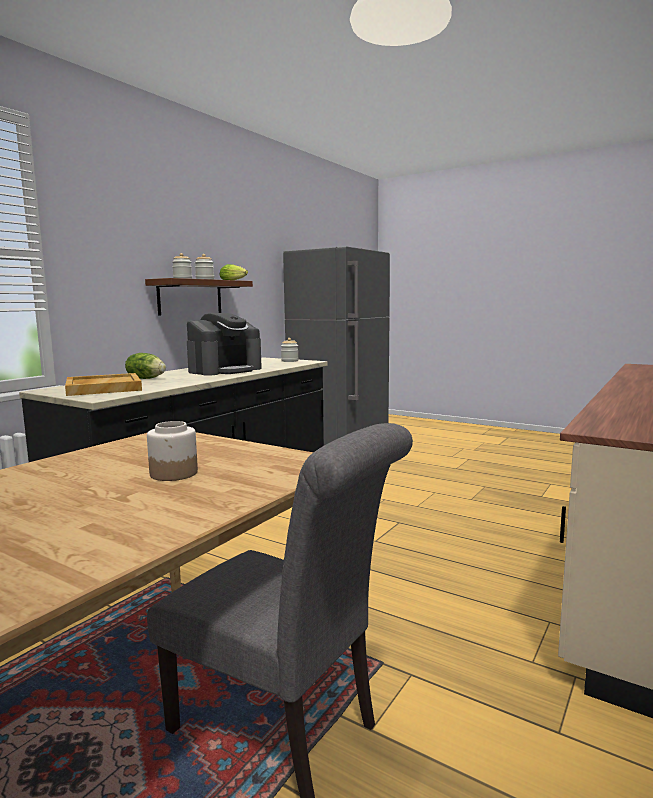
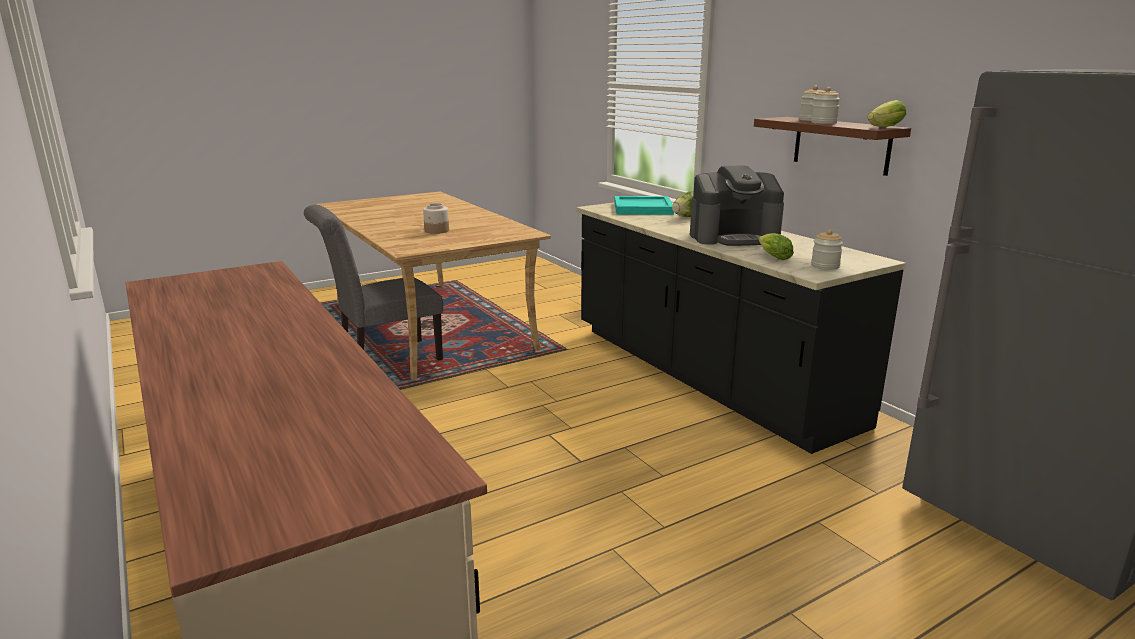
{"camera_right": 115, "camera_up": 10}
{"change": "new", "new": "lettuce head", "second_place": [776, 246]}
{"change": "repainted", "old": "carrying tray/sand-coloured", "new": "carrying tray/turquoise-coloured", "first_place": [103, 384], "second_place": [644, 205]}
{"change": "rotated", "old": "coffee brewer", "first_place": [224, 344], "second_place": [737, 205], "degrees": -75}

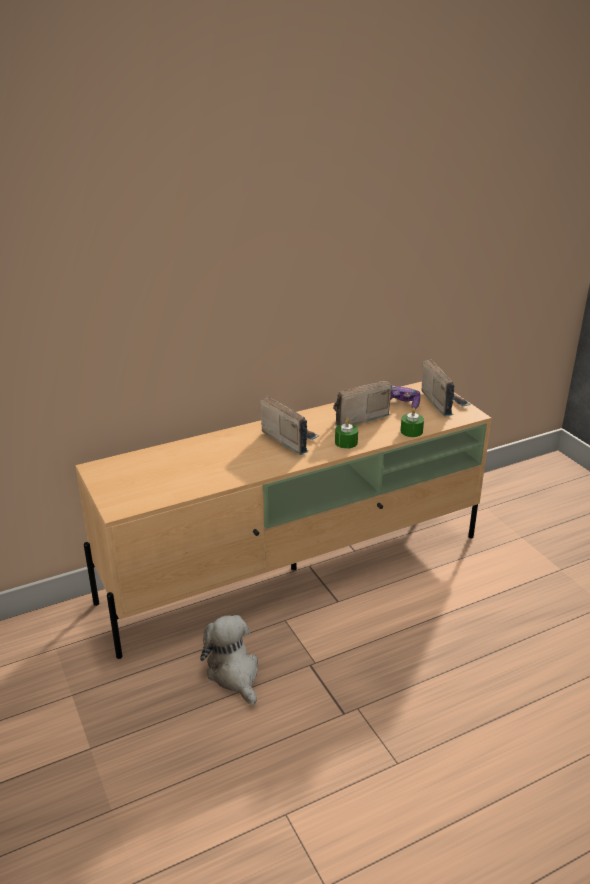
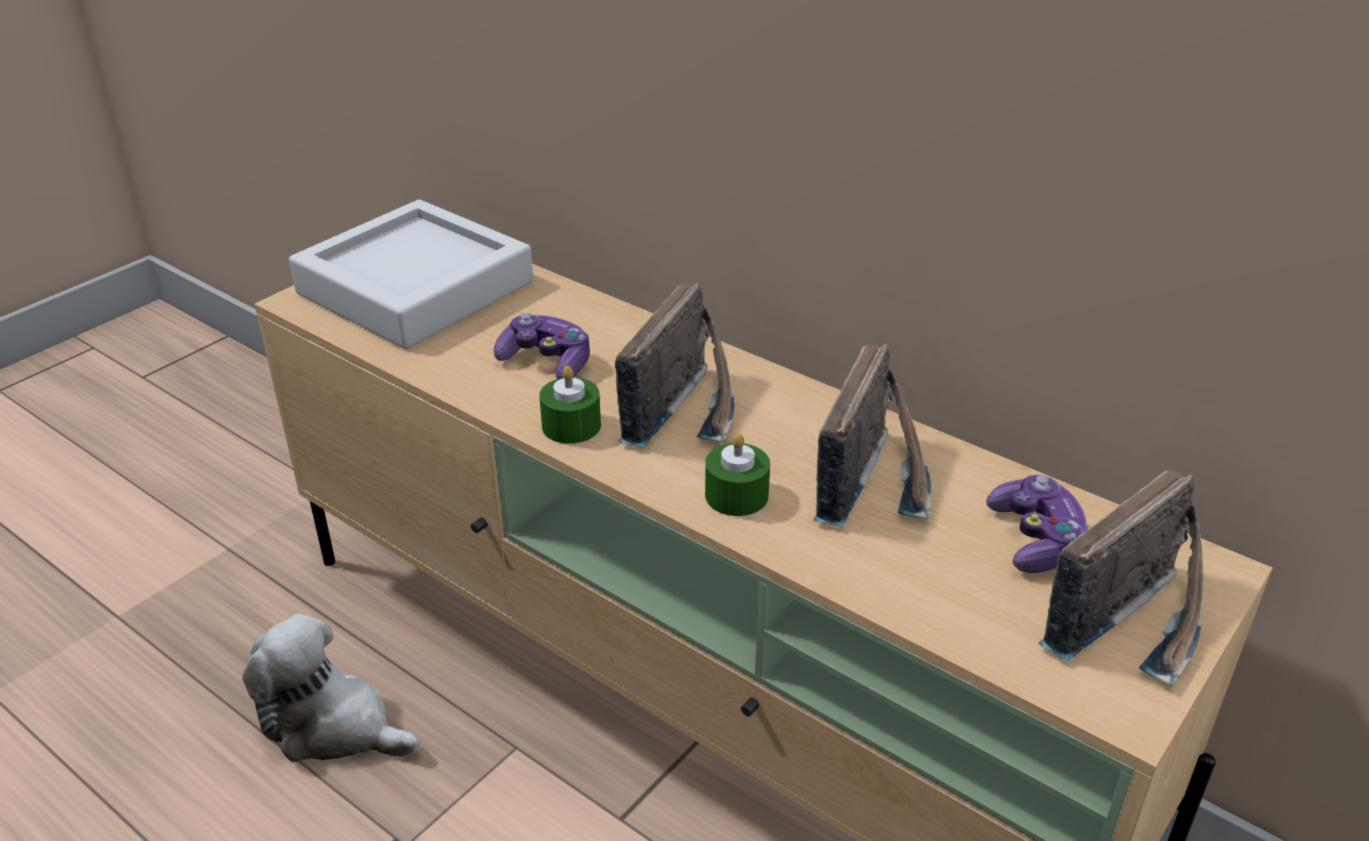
{"camera_right": 65, "camera_up": 5}
{"change": "new", "new": "carrying tray/greyish", "second_place": [411, 274]}
{"change": "new", "new": "gamepad", "second_place": [542, 346]}
{"change": "shifted", "old": "wax light/greenish", "first_place": [412, 422], "second_place": [570, 405]}
{"change": "rotated", "old": "cuddly toy", "first_place": [229, 660], "second_place": [331, 688], "degrees": -105}
{"change": "rotated", "old": "radio", "first_place": [362, 403], "second_place": [872, 435], "degrees": 75}

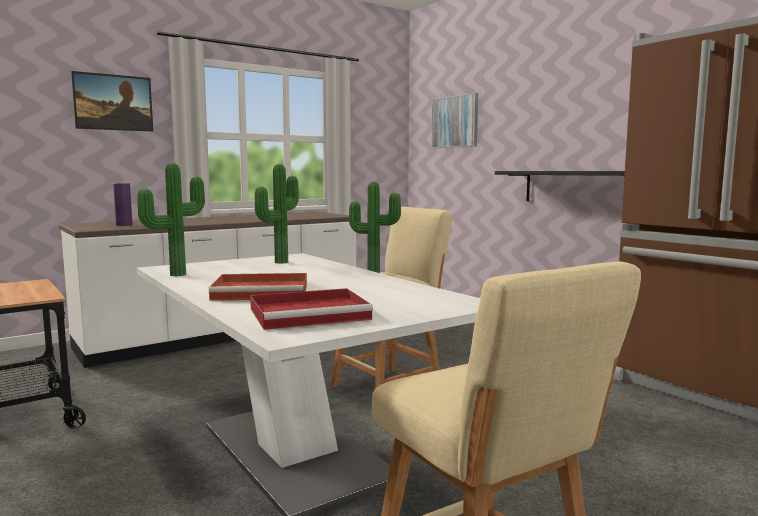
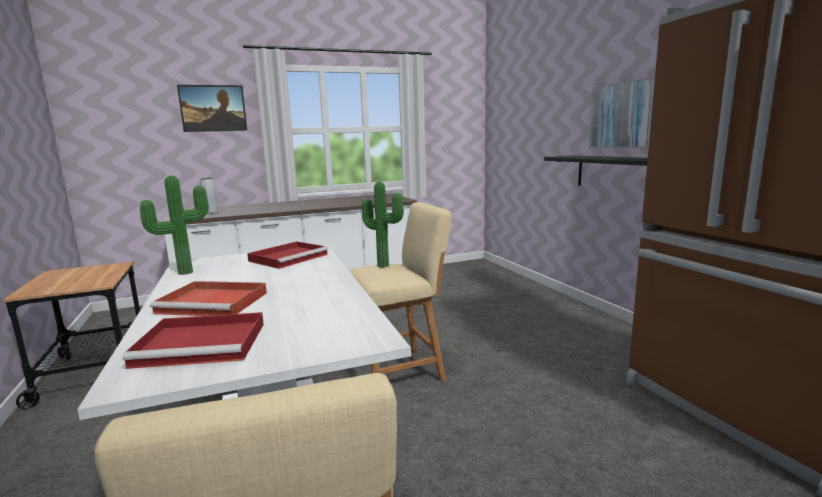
{"camera_right": 15, "camera_up": 5}
{"change": "shifted", "old": "wall art", "first_place": [455, 120], "second_place": [622, 112]}
{"change": "swapped", "old": "houseplant", "new": "carrying tray/red", "first_place": [277, 214], "second_place": [287, 255]}
{"change": "repainted", "old": "vase/purplish", "new": "vase/greyish", "first_place": [122, 204], "second_place": [209, 195]}

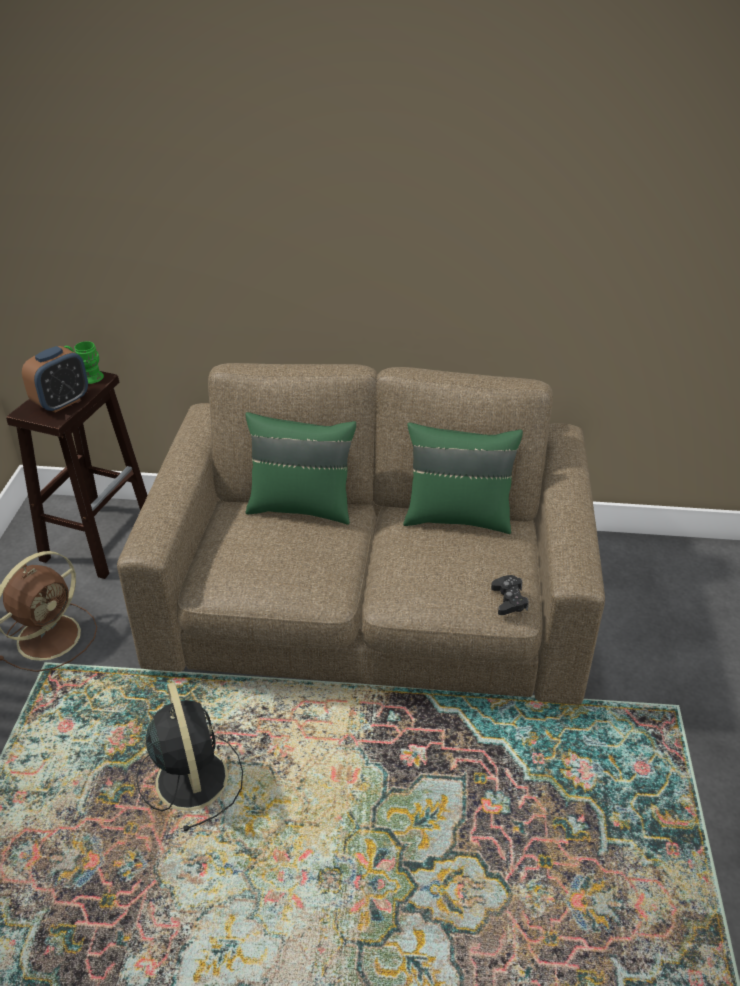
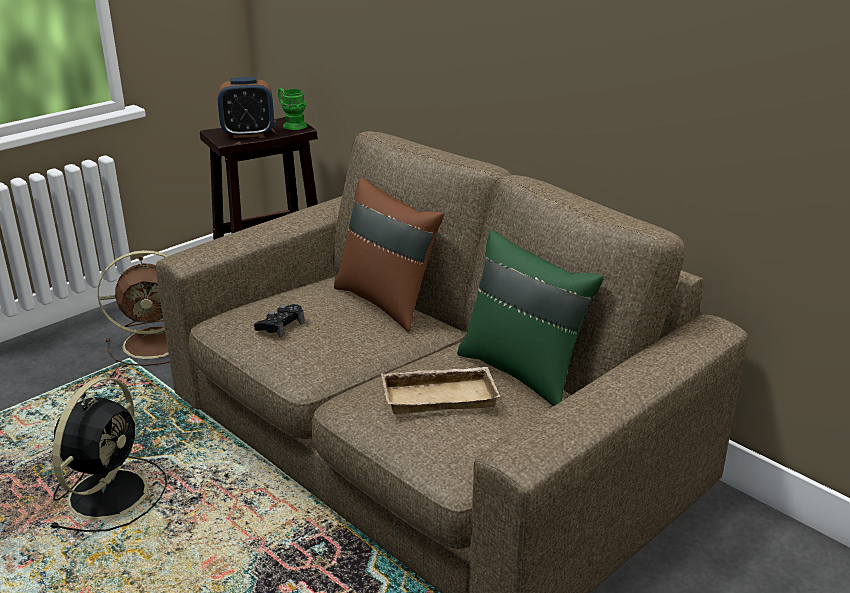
{"camera_right": 40, "camera_up": -10}
{"change": "new", "new": "carrying tray/sand-coloured", "second_place": [440, 390]}
{"change": "shifted", "old": "gamepad/black-coloured", "first_place": [510, 595], "second_place": [279, 321]}
{"change": "repainted", "old": "cushion/greenish", "new": "cushion/brown-coloured", "first_place": [300, 468], "second_place": [389, 254]}

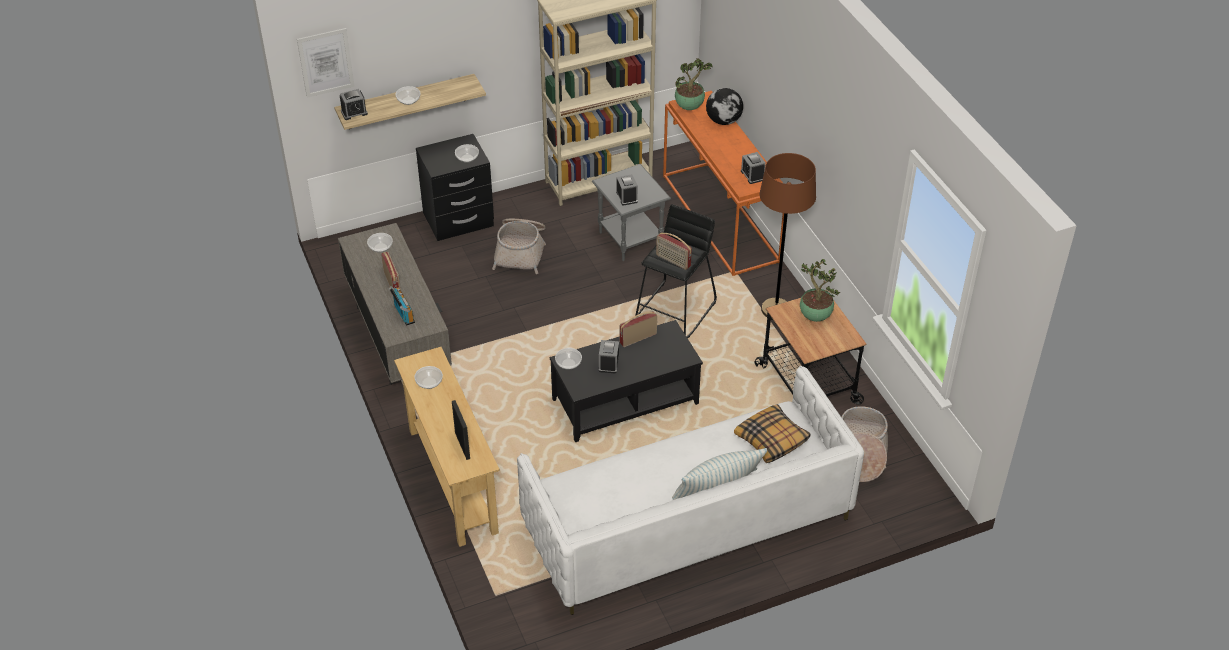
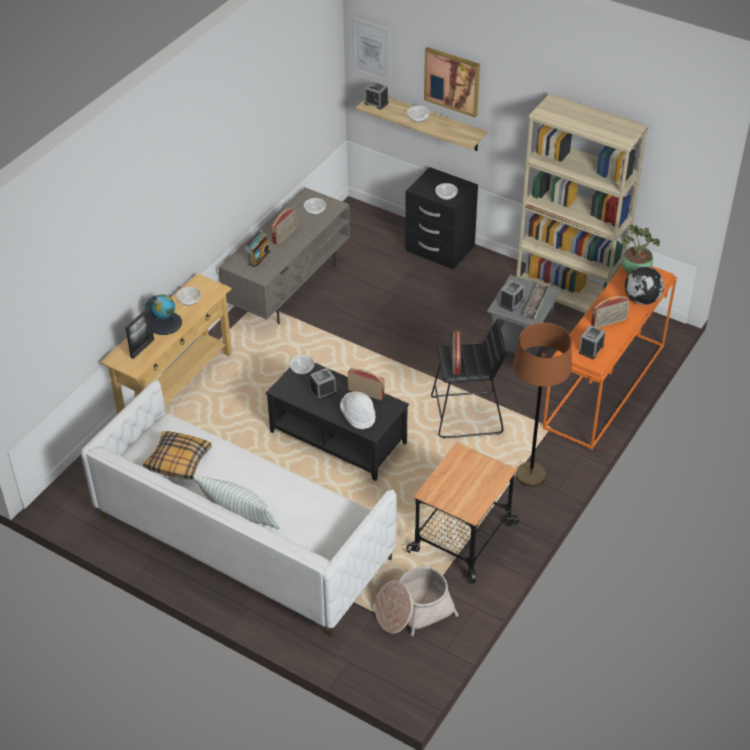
{"camera_right": 55, "camera_up": 0}
{"change": "gone", "old": "household basket", "first_place": [519, 246]}
{"change": "gone", "old": "houseplant", "first_place": [820, 290]}
{"change": "new", "new": "world globe", "second_place": [163, 314]}
{"change": "new", "new": "clothing hat/white", "second_place": [357, 410]}
{"change": "new", "new": "wall art", "second_place": [452, 82]}
{"change": "new", "new": "carrying tray", "second_place": [536, 300]}
{"change": "new", "new": "radio", "second_place": [610, 312]}
{"change": "shifted", "old": "cushion", "first_place": [772, 433], "second_place": [177, 455]}

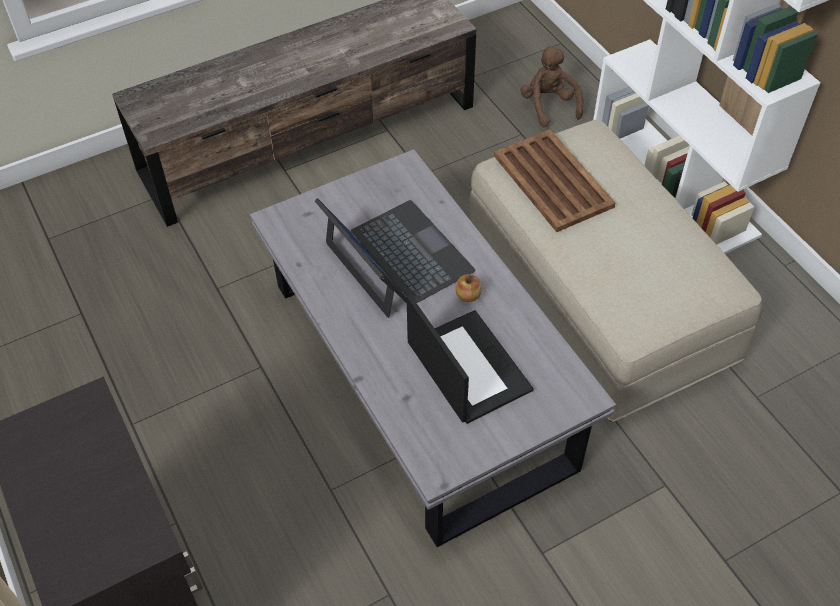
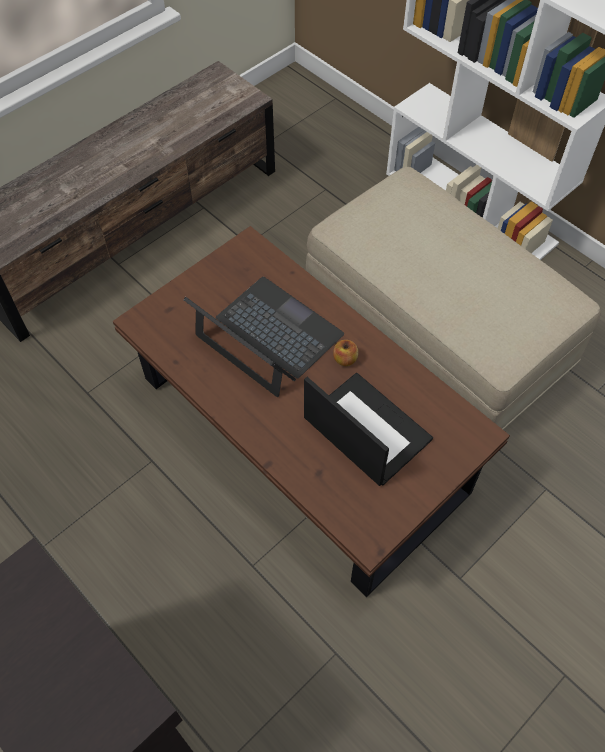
{"camera_right": -15, "camera_up": 5}
{"change": "gone", "old": "carrying tray/brown-coloured", "first_place": [554, 181]}
{"change": "gone", "old": "cuddly toy/brown-coloured", "first_place": [551, 86]}
{"change": "repainted", "old": "lounge table/greyish", "new": "lounge table/brown-coloured", "first_place": [433, 348], "second_place": [311, 411]}

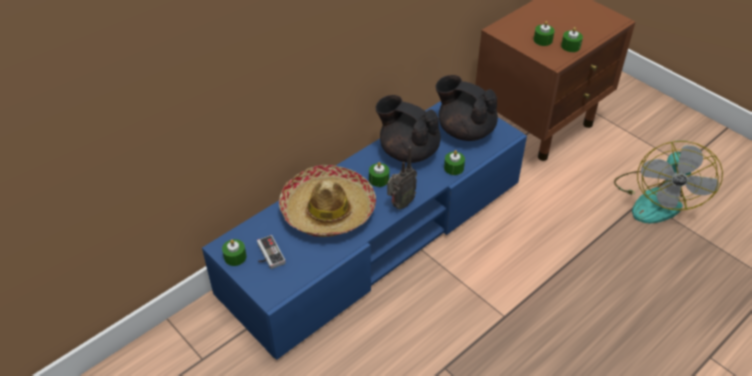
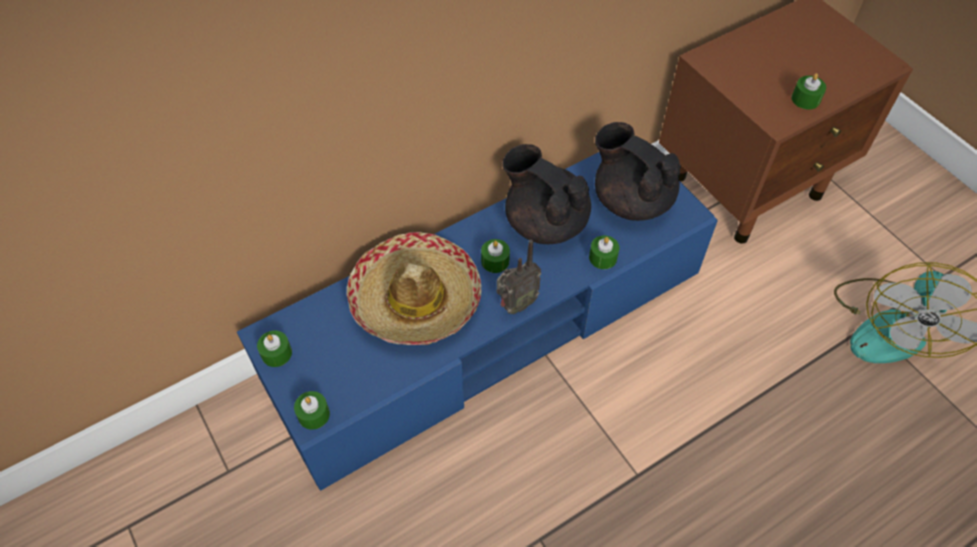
{"camera_right": 10, "camera_up": 10}
{"change": "gone", "old": "gamepad", "first_place": [271, 252]}
{"change": "shifted", "old": "wax light/greenish", "first_place": [544, 33], "second_place": [312, 410]}

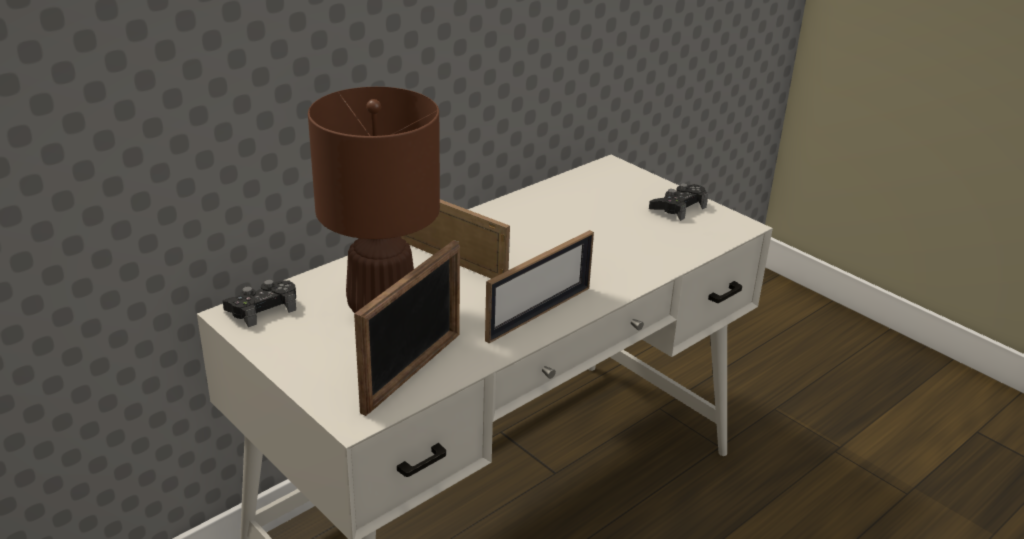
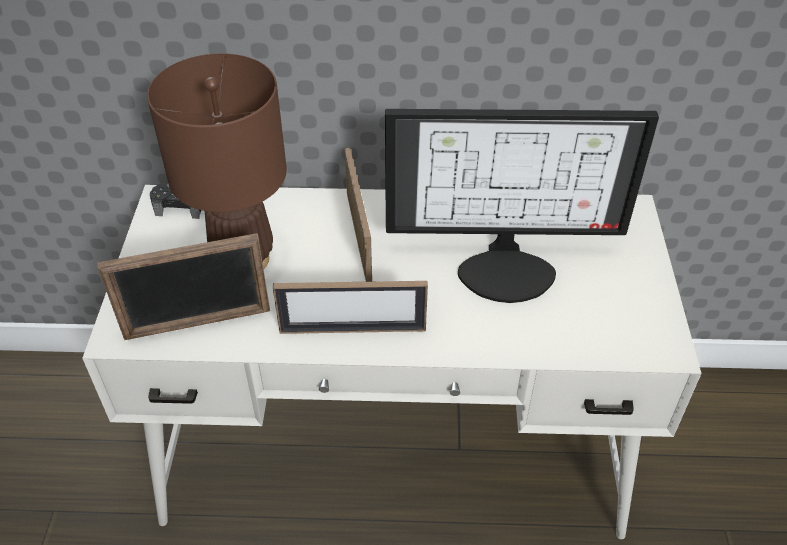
{"camera_right": 45, "camera_up": 15}
{"change": "gone", "old": "gamepad/black-coloured", "first_place": [678, 202]}
{"change": "new", "new": "computer display", "second_place": [522, 206]}

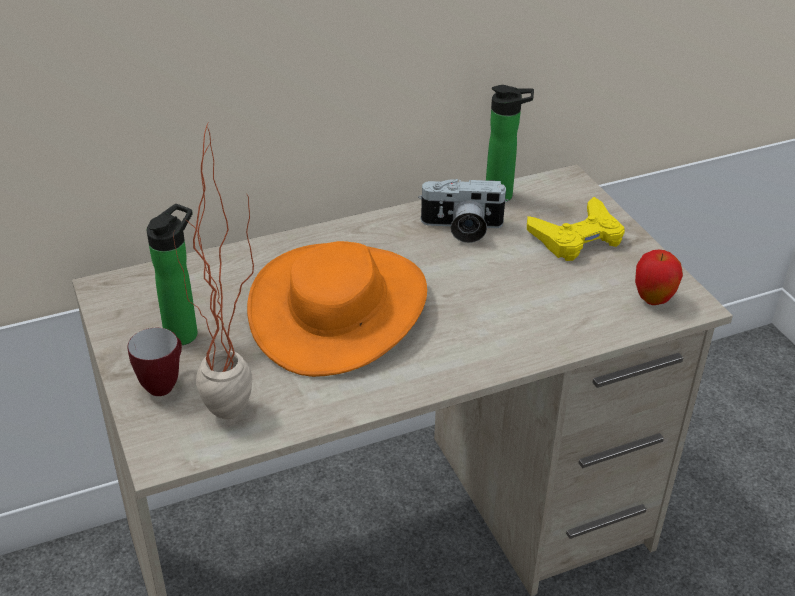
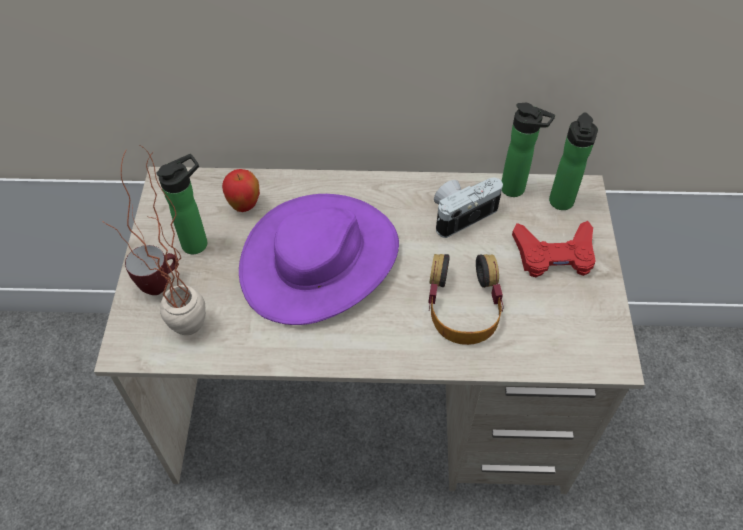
{"camera_right": 25, "camera_up": 15}
{"change": "new", "new": "pair of headphones", "second_place": [466, 299]}
{"change": "new", "new": "drink bottle", "second_place": [573, 161]}
{"change": "shifted", "old": "whole apple", "first_place": [659, 277], "second_place": [241, 190]}
{"change": "repainted", "old": "clothing hat/orangey", "new": "clothing hat/purplish", "first_place": [337, 309], "second_place": [319, 259]}
{"change": "repainted", "old": "gamepad/yellow", "new": "gamepad/red", "first_place": [576, 229], "second_place": [554, 249]}
{"change": "rotated", "old": "still camera", "first_place": [463, 211], "second_place": [468, 208], "degrees": 120}

